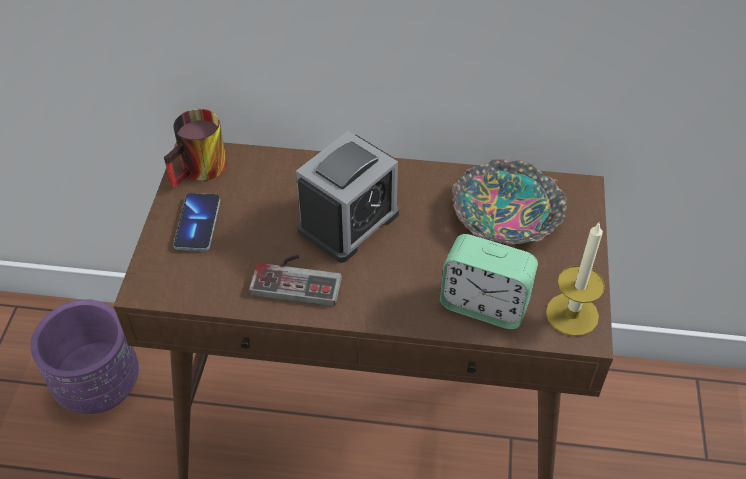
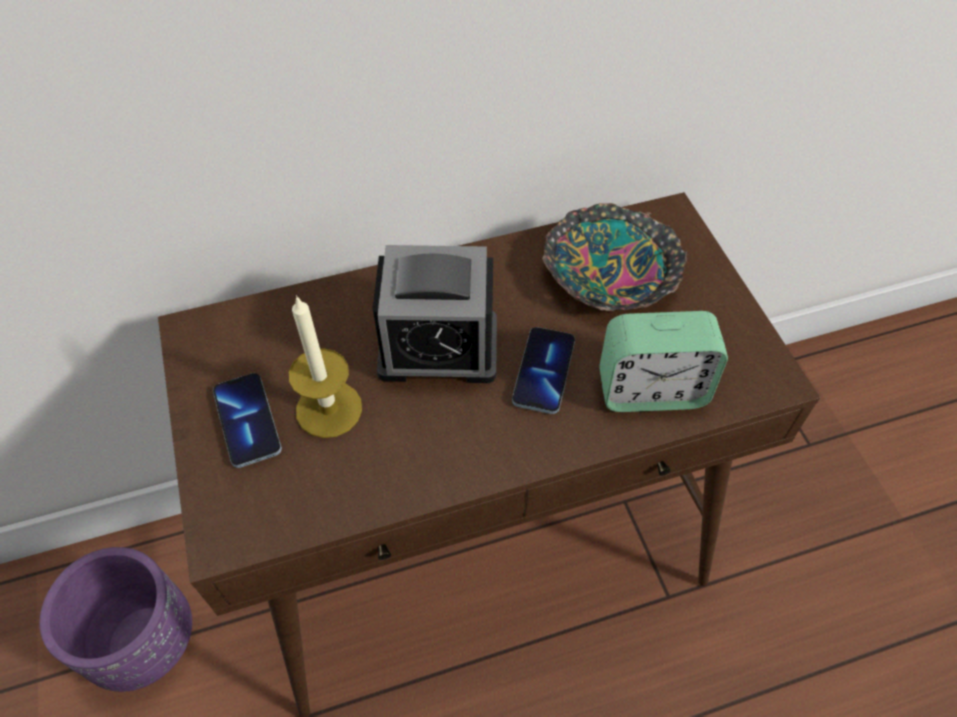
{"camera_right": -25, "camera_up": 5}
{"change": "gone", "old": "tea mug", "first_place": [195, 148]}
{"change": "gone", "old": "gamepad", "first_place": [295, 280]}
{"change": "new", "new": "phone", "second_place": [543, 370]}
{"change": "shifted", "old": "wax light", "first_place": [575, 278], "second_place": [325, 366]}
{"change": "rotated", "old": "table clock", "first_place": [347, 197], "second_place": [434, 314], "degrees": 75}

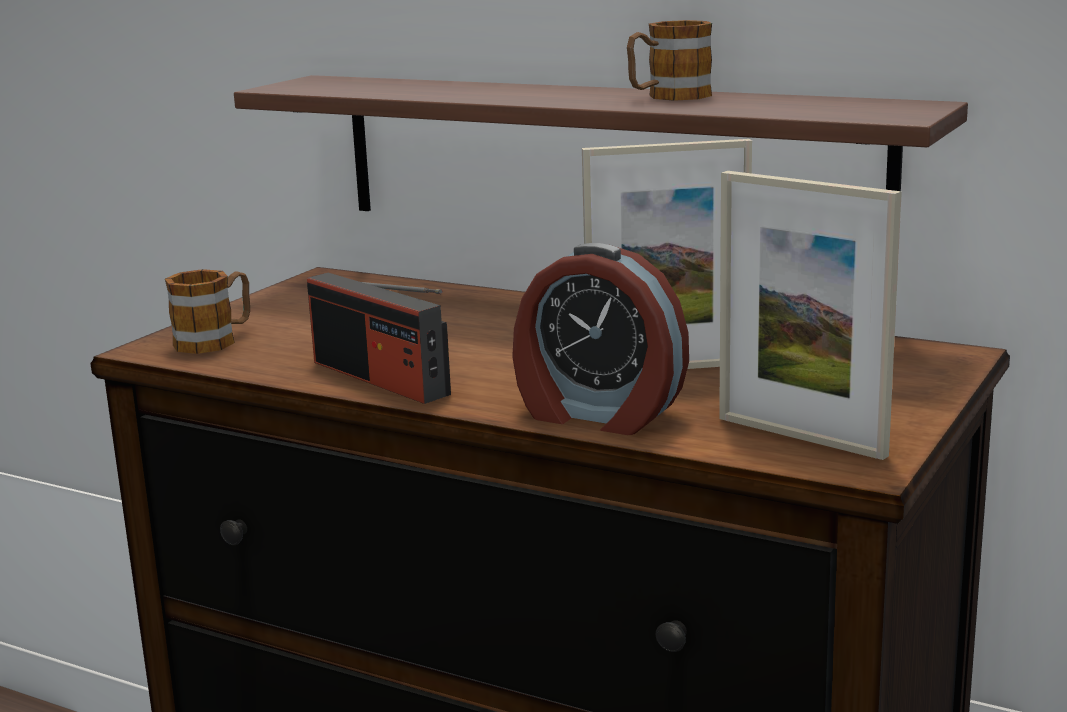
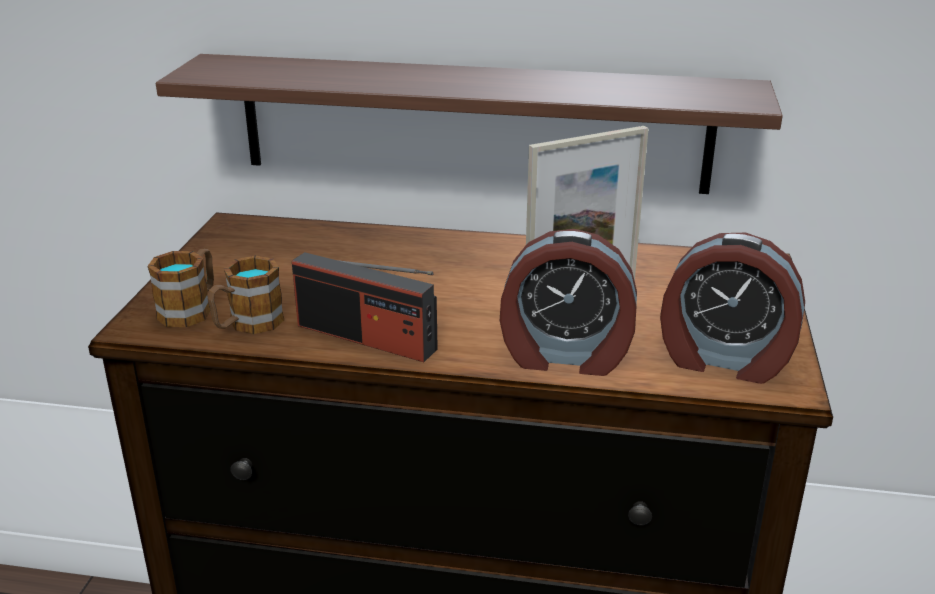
{"camera_right": -20, "camera_up": 10}
{"change": "shifted", "old": "tea mug", "first_place": [669, 60], "second_place": [246, 294]}
{"change": "swapped", "old": "picture frame", "new": "table clock", "first_place": [810, 315], "second_place": [732, 308]}

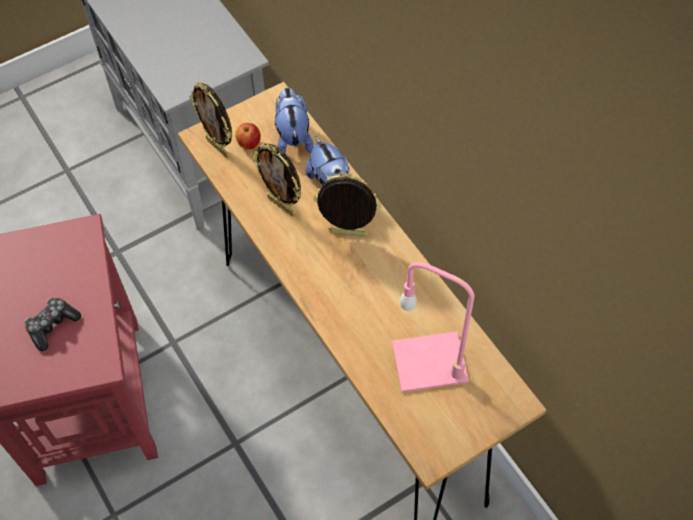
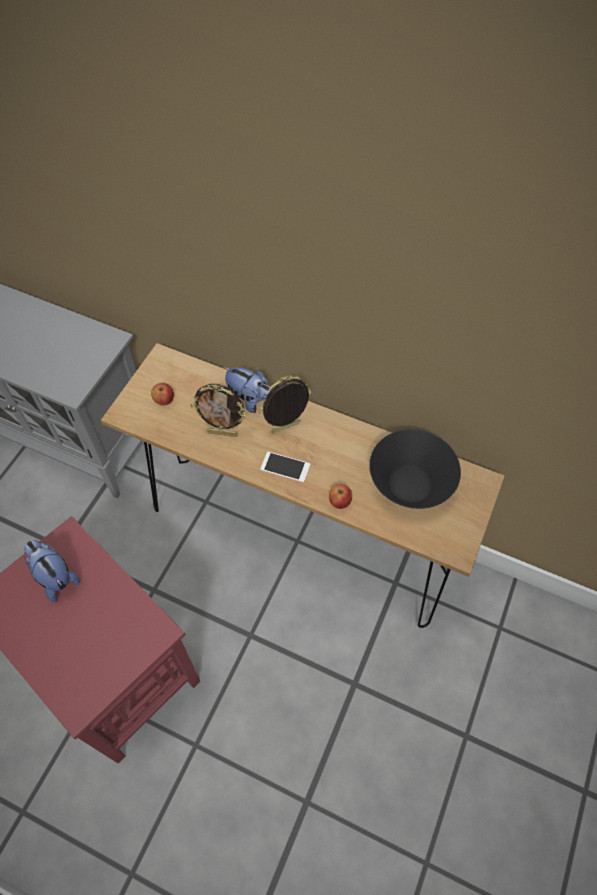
{"camera_right": -35, "camera_up": 0}
{"change": "gone", "old": "gamepad", "first_place": [52, 324]}
{"change": "gone", "old": "picture frame", "first_place": [211, 120]}
{"change": "new", "new": "phone", "second_place": [285, 467]}
{"change": "new", "new": "whole apple", "second_place": [340, 496]}
{"change": "shifted", "old": "cuddly toy", "first_place": [294, 120], "second_place": [52, 571]}
{"change": "swapped", "old": "tabletop lamp/pink", "new": "bowl/black-coloured", "first_place": [433, 327], "second_place": [415, 469]}

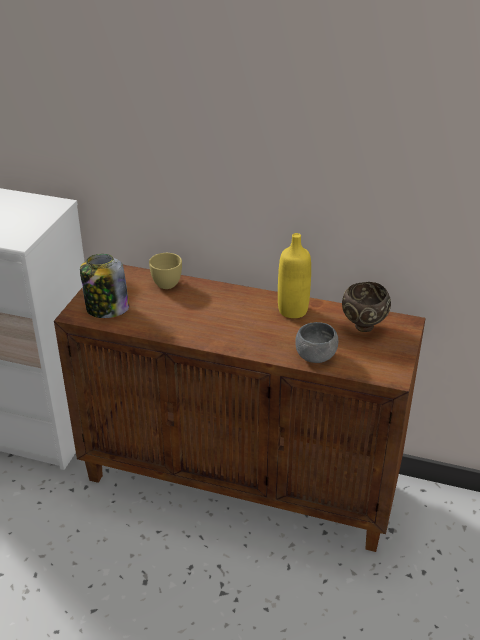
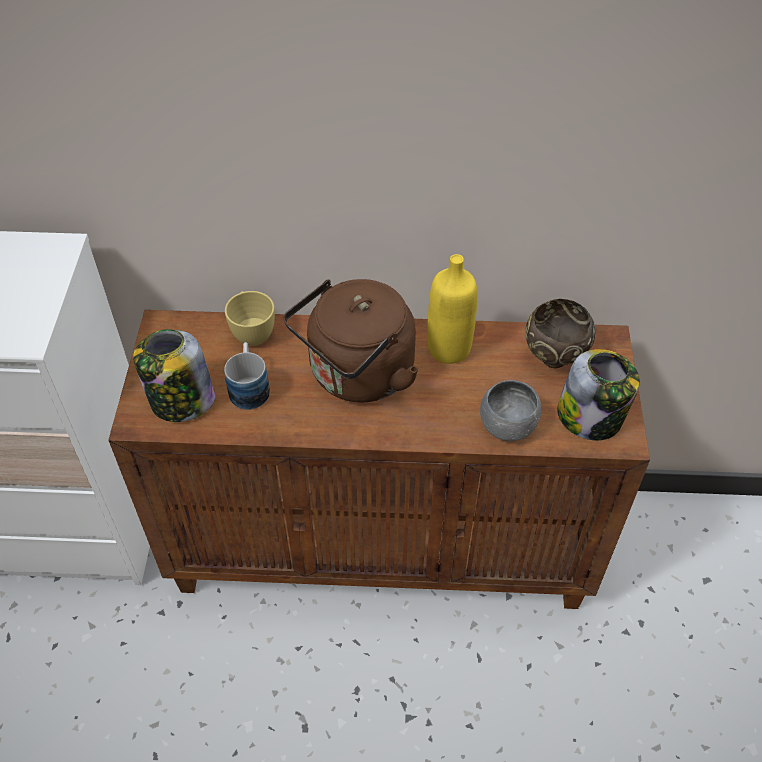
{"camera_right": -15, "camera_up": 15}
{"change": "new", "new": "tea mug", "second_place": [247, 376]}
{"change": "new", "new": "kettle/brown-coloured", "second_place": [351, 341]}
{"change": "new", "new": "jar", "second_place": [598, 394]}

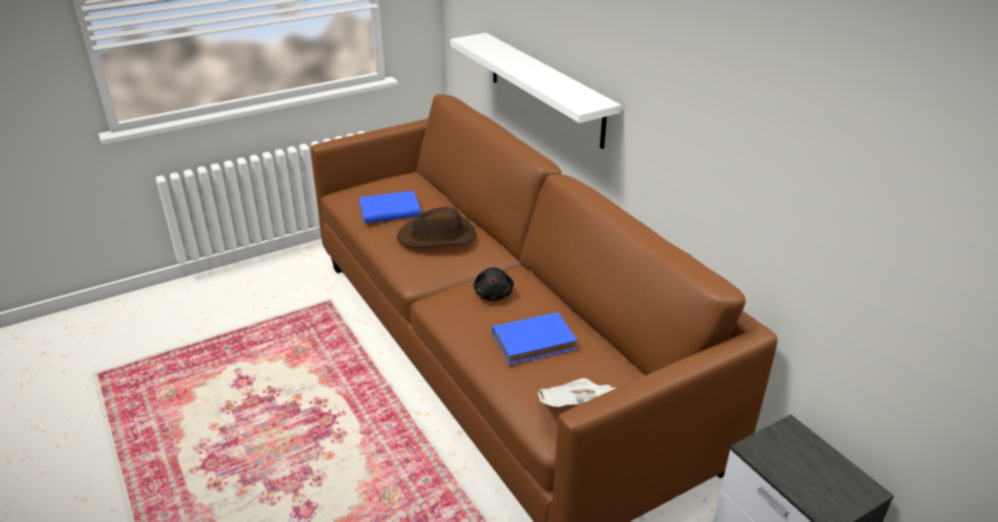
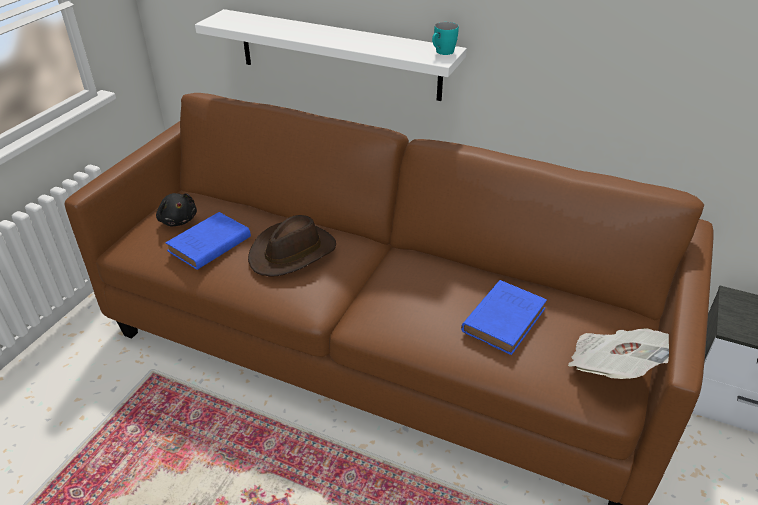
{"camera_right": -35, "camera_up": 5}
{"change": "new", "new": "tea mug/turquoise-coloured", "second_place": [445, 38]}
{"change": "shifted", "old": "cuddly toy/black-coloured", "first_place": [493, 284], "second_place": [176, 209]}

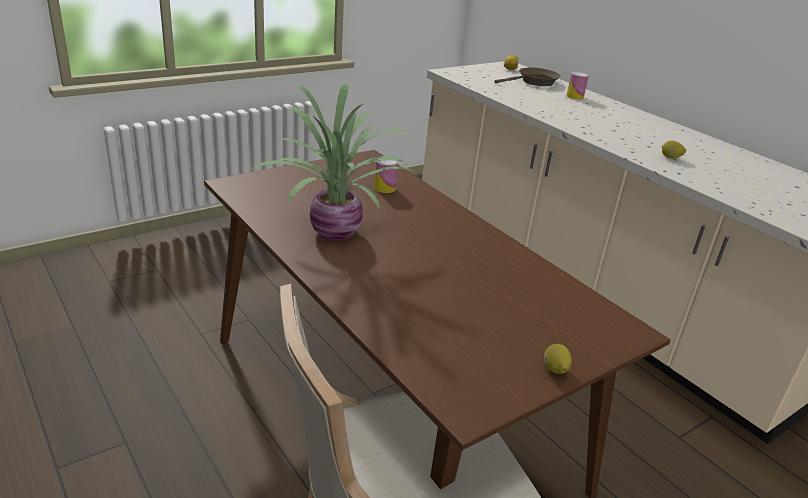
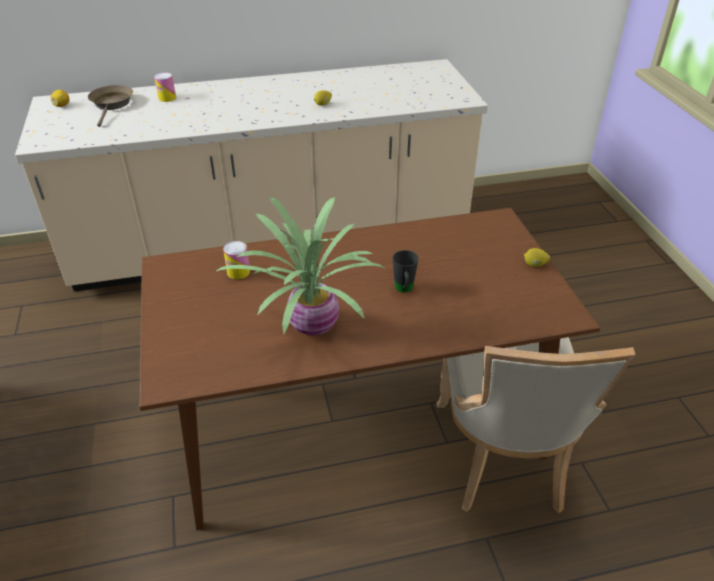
{"camera_right": -65, "camera_up": 10}
{"change": "new", "new": "tea mug/black-coloured", "second_place": [406, 271]}

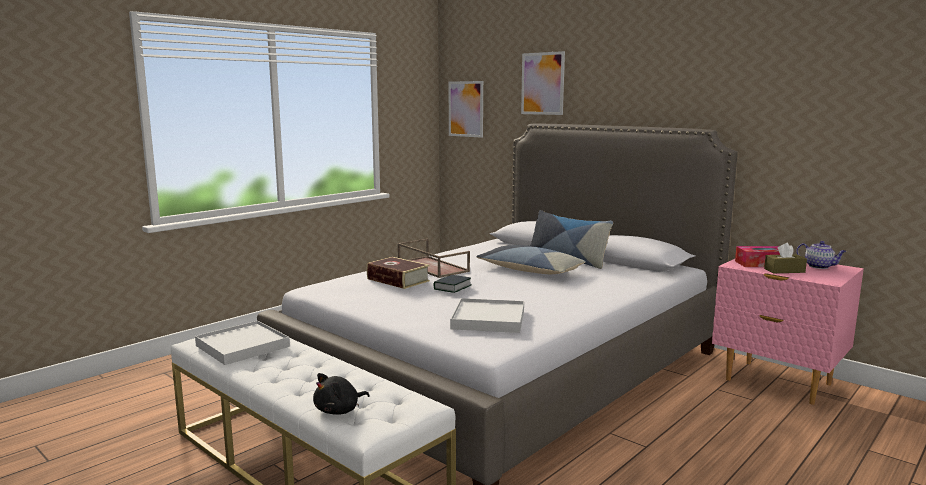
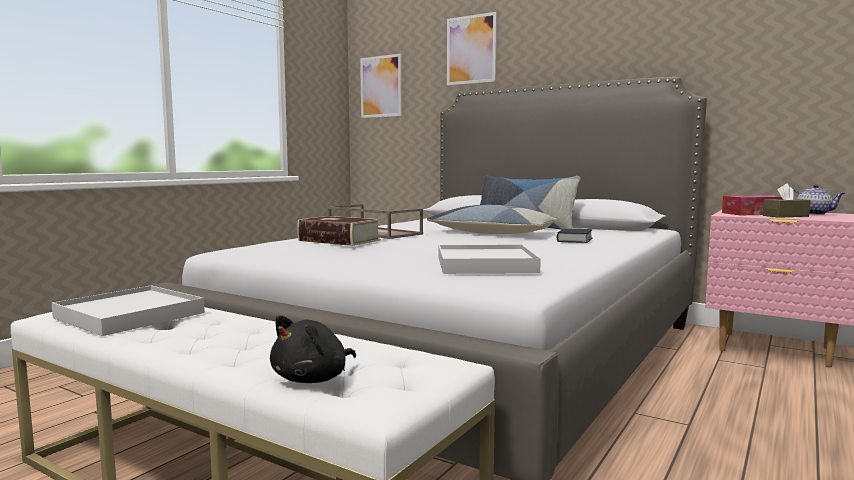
{"camera_right": -10, "camera_up": -5}
{"change": "shifted", "old": "bound book", "first_place": [452, 284], "second_place": [574, 235]}

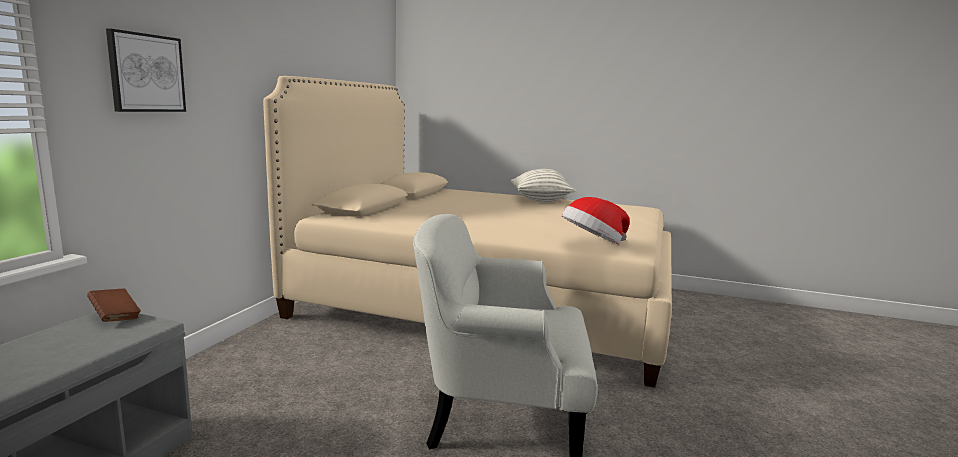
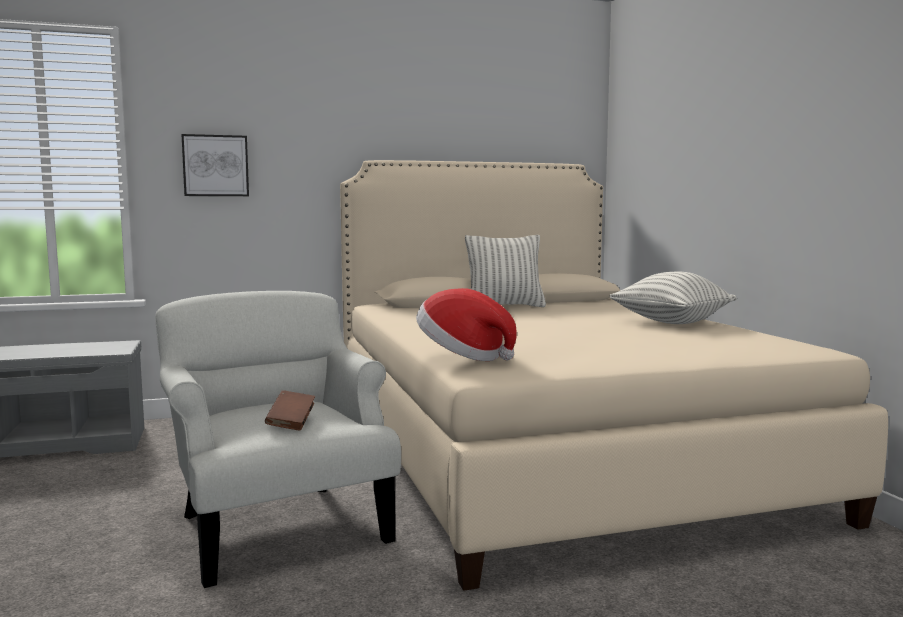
{"camera_right": 55, "camera_up": -5}
{"change": "new", "new": "cushion", "second_place": [505, 271]}
{"change": "shifted", "old": "bound book/brown-coloured", "first_place": [114, 305], "second_place": [290, 410]}

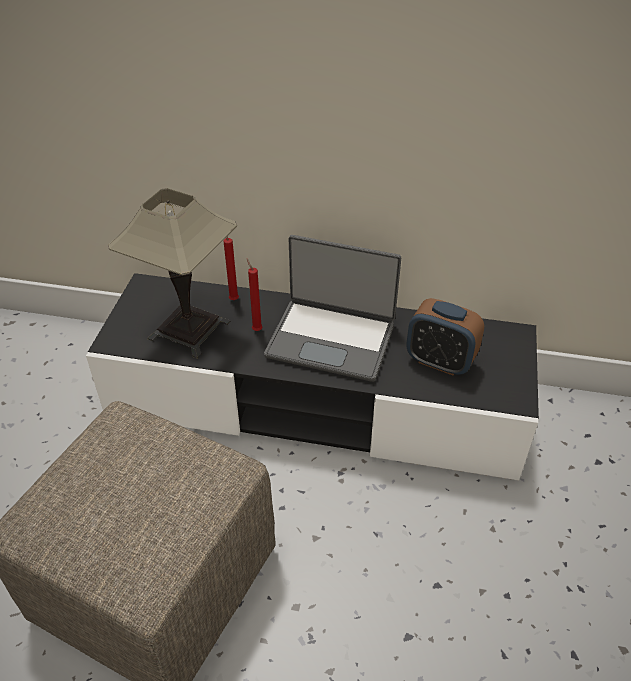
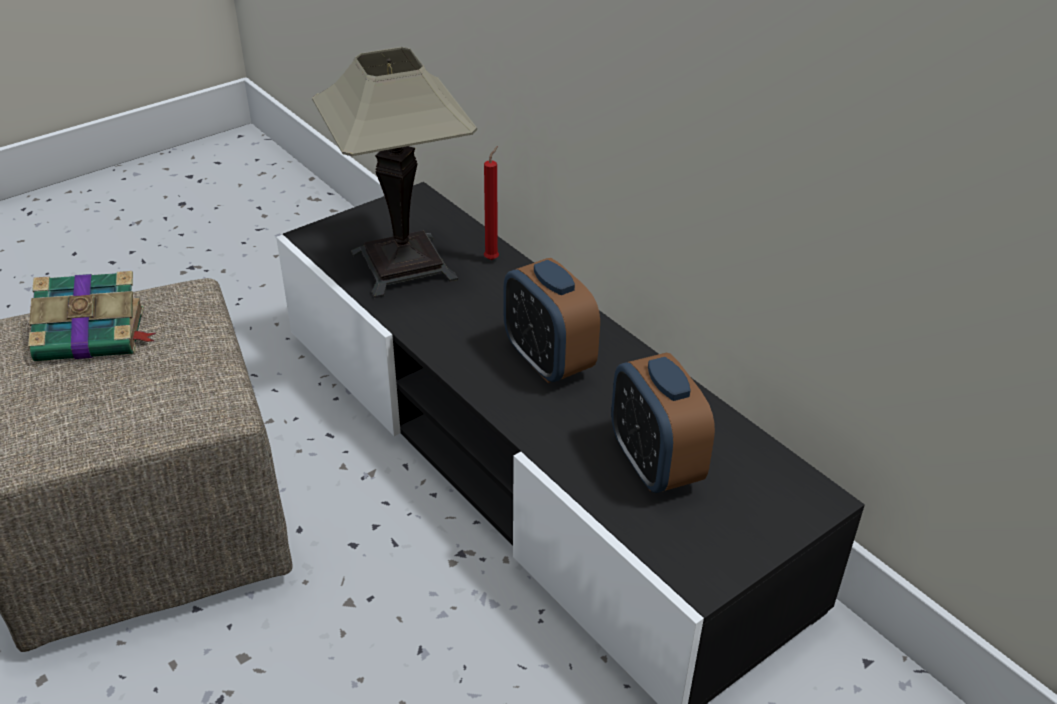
{"camera_right": 40, "camera_up": -5}
{"change": "gone", "old": "wax light/red", "first_place": [254, 294]}
{"change": "new", "new": "bound book", "second_place": [92, 316]}
{"change": "swapped", "old": "laptop", "new": "table clock", "first_place": [332, 308], "second_place": [552, 320]}

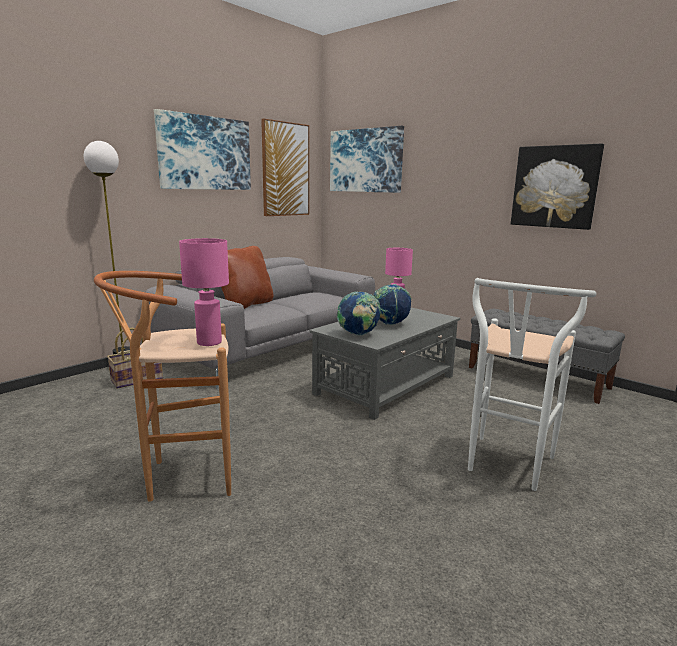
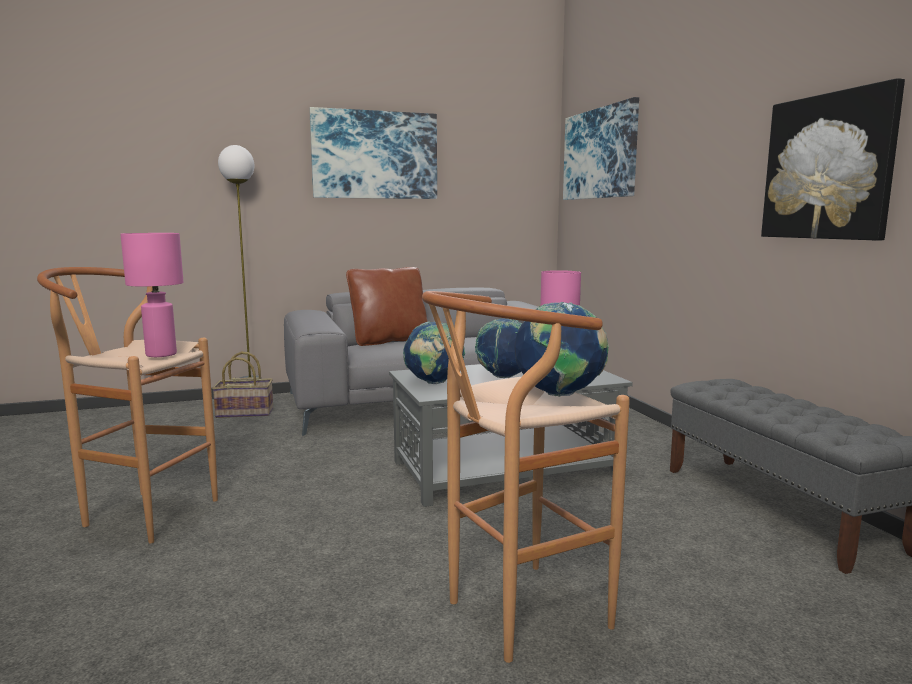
{"camera_right": 30, "camera_up": -5}
{"change": "gone", "old": "wall art", "first_place": [285, 167]}
{"change": "new", "new": "world globe", "second_place": [561, 349]}
{"change": "repainted", "old": "stool/white", "new": "stool/brown-coloured", "first_place": [532, 384], "second_place": [526, 477]}

